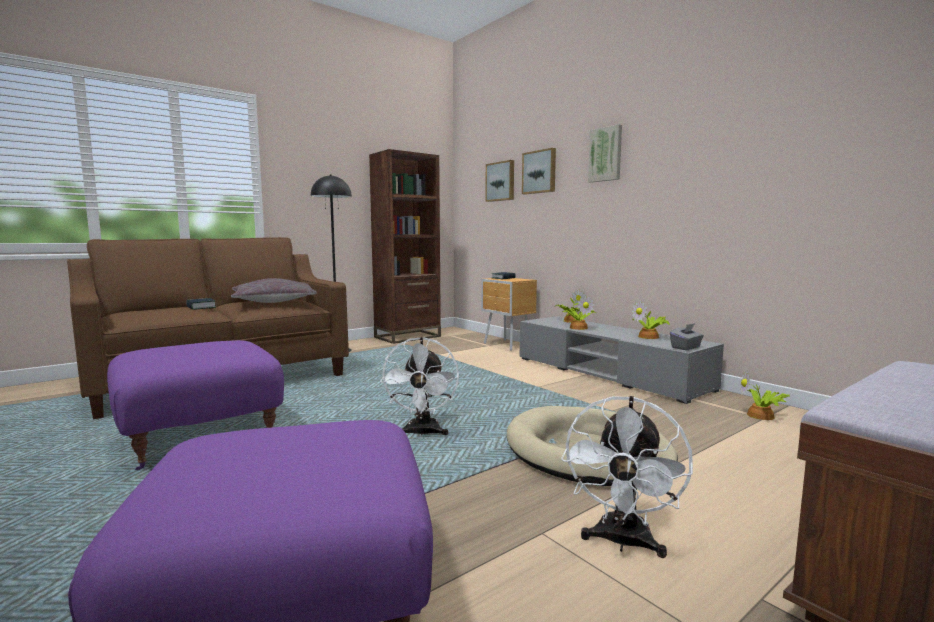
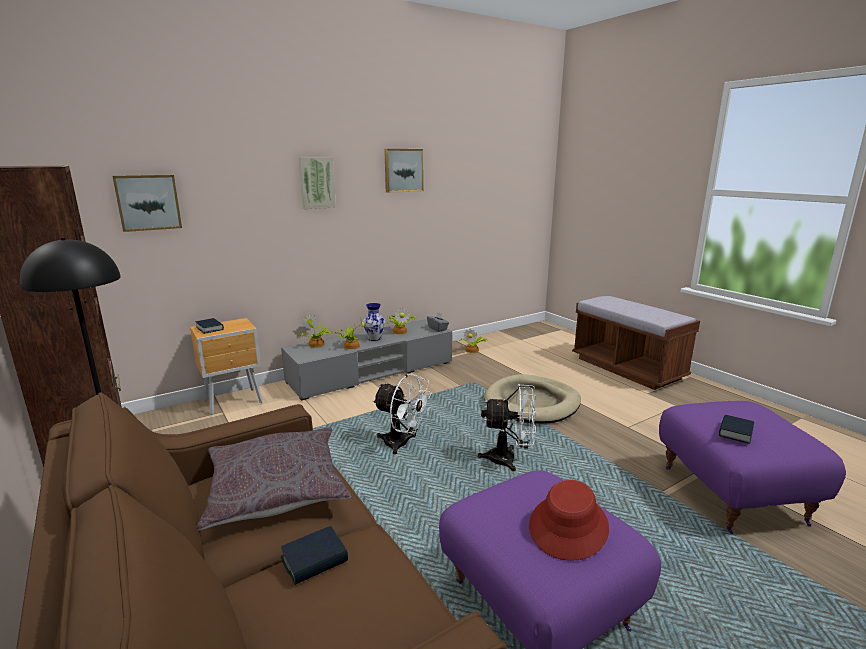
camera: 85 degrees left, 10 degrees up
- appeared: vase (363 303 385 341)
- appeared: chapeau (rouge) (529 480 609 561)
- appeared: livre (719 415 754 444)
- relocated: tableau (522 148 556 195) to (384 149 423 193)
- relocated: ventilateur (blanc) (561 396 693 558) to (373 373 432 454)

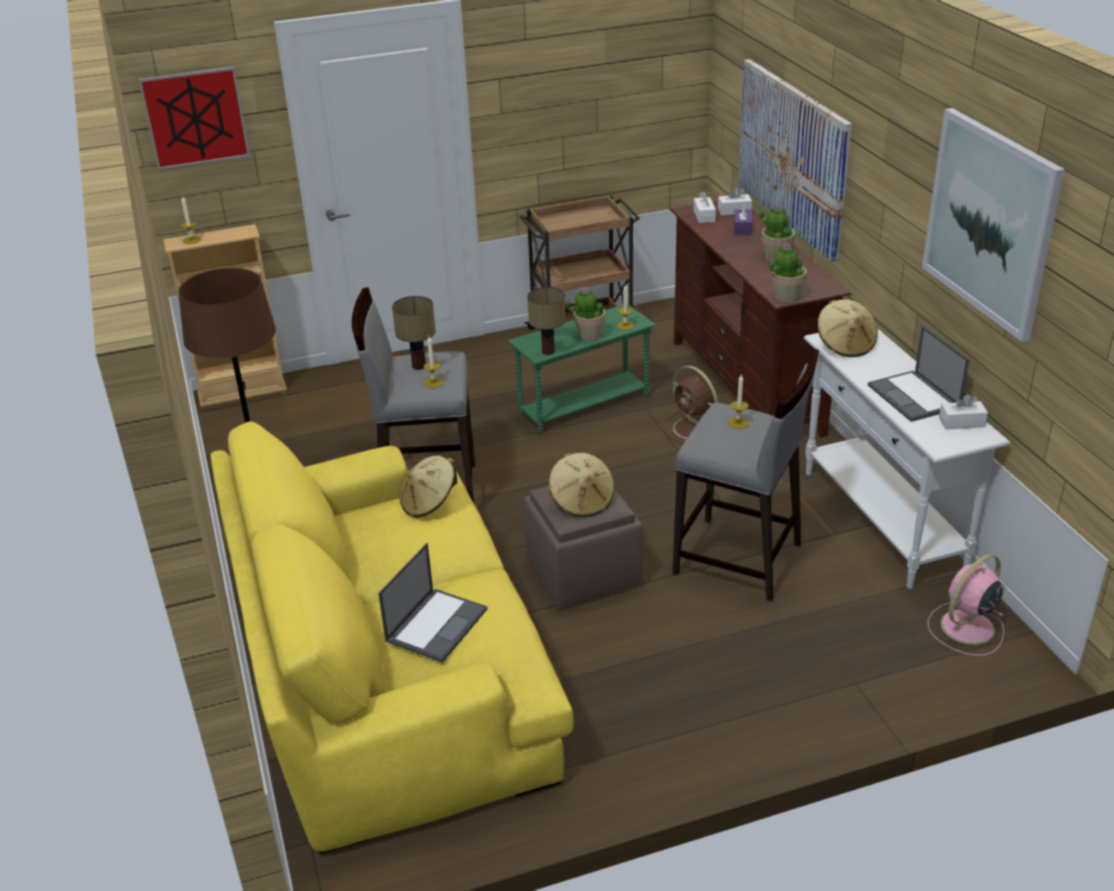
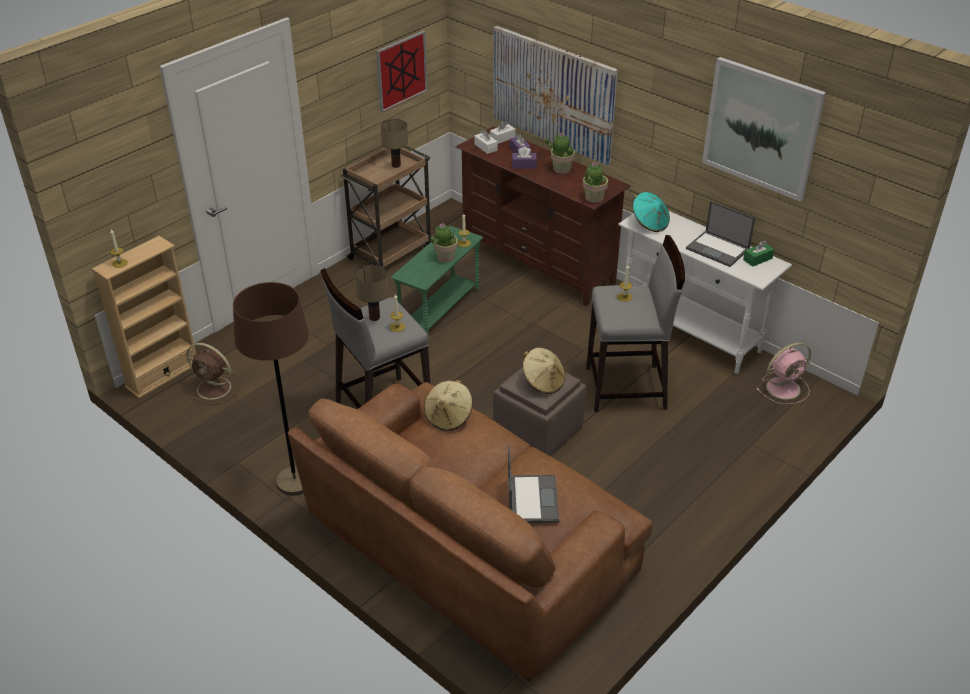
camera: 30 degrees left, 5 degrees up
- appeared: boîte à mouchoirs (violet) (512 146 537 169)
- relocated: tableau (139 66 250 170) to (376 31 428 112)
- relocated: lampe de table (527 287 565 355) to (381 119 408 168)
- relocated: ventilateur (marron) (664 366 718 444) to (187 343 241 405)
- colour: canapé (jaune) (210 421 574 854) to canapé (marron) (288 382 652 681)
- colour: chapeau (beige) (818 299 878 357) to chapeau (turquoise) (632 192 670 232)
- colour: boîte à mouchoirs (blanc) (939 394 988 430) to boîte à mouchoirs (vert) (743 241 774 267)
- spun: ventilateur (rose) (928 554 1004 656) = (756 343 811 404) 135 degrees counterclockwise

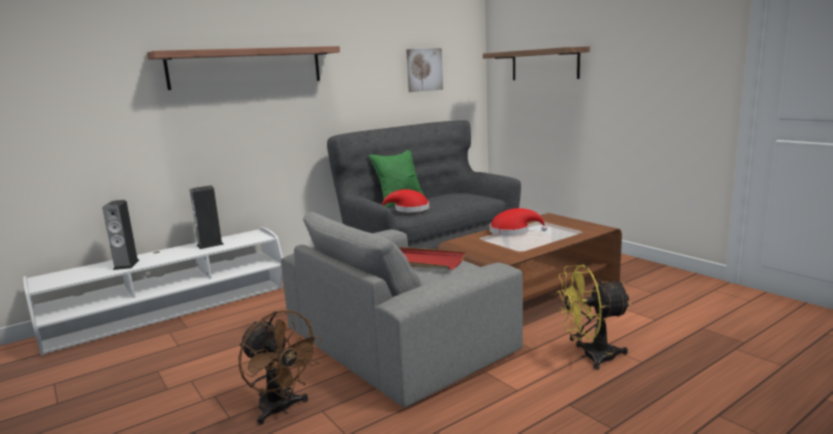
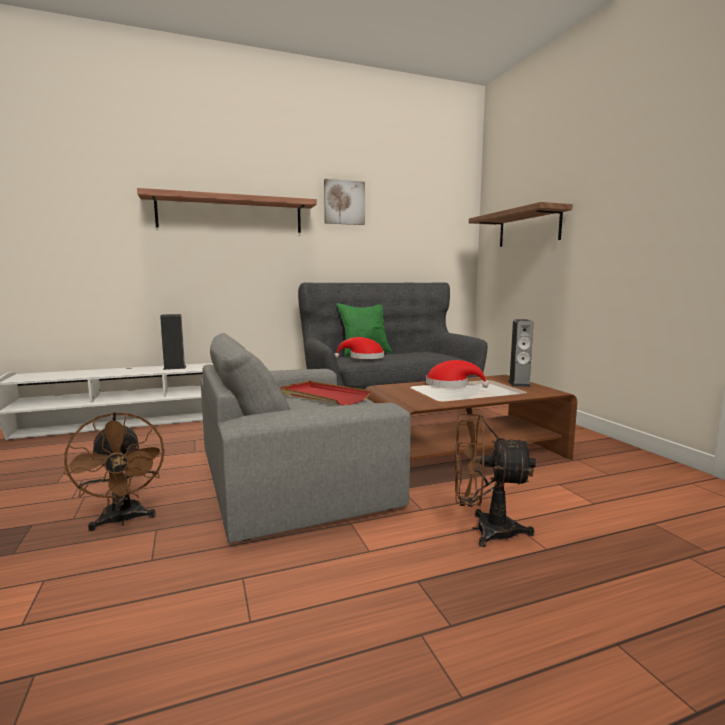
camera: 15 degrees right, 5 degrees down
- relocated: enceinte (103 200 139 270) to (508 319 533 387)
- relocated: tableau (406 48 443 92) to (324 179 365 225)
- colour: ventilateur (jaune) (557 265 631 370) to ventilateur (marron) (455 414 536 547)

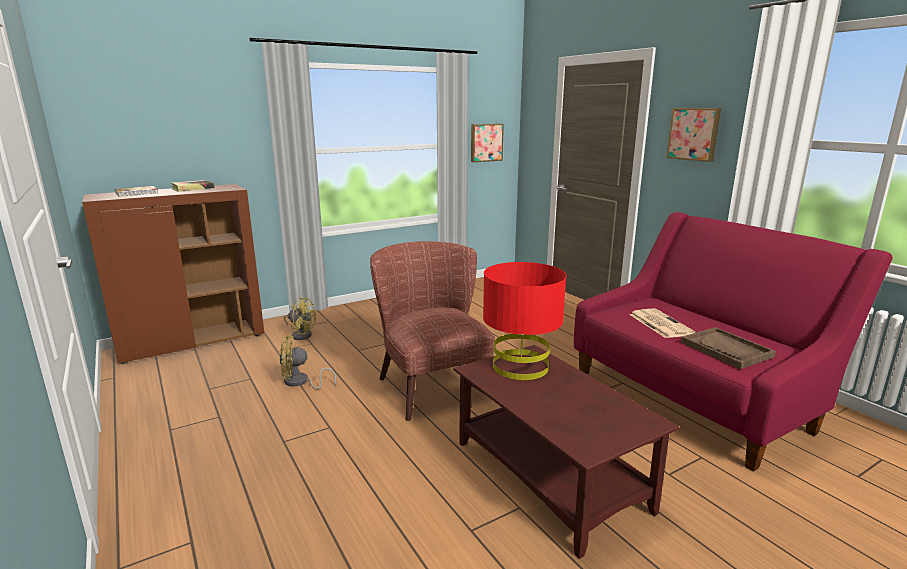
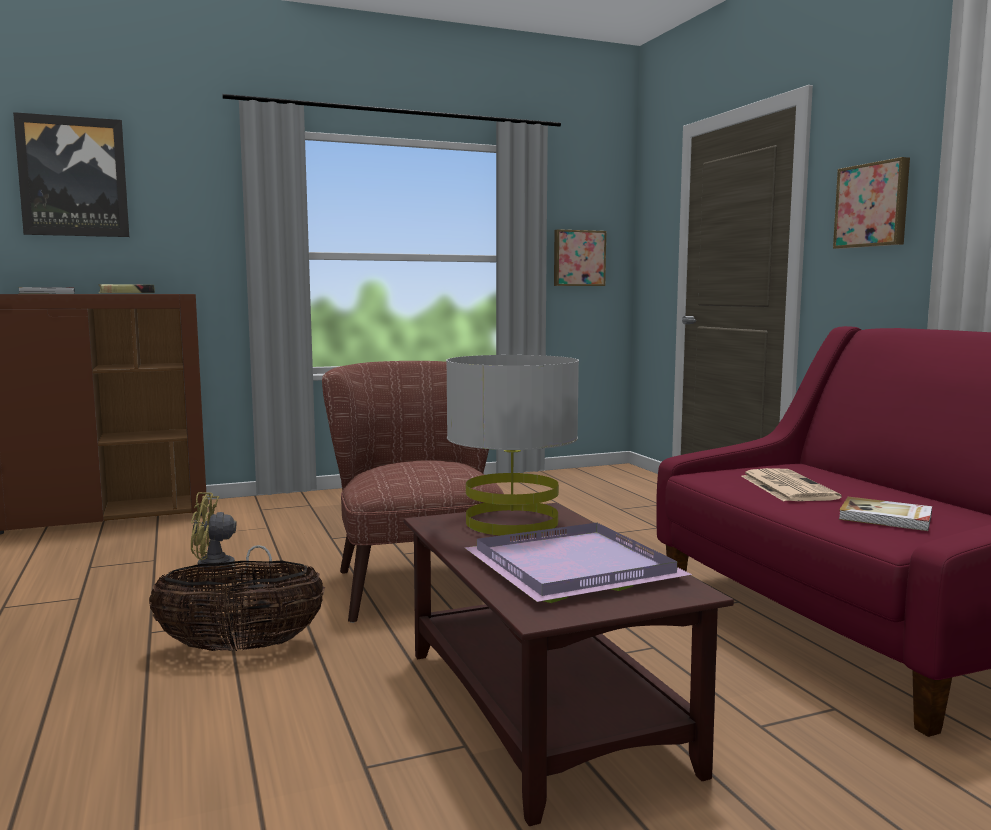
camera: 10 degrees right, 10 degrees down
- missing: ventilateur (jaune) (284 297 316 340)
- appeared: tableau (13 112 129 237)
- appeared: panier (149 560 325 651)
- appeared: plateau (violet) (465 523 692 603)
- exchanged: plateau (marron) (681 327 776 369) to livre (839 497 932 531)
- colour: lampe de table (rouge) (483 262 566 380) to lampe de table (gris) (446 355 579 536)

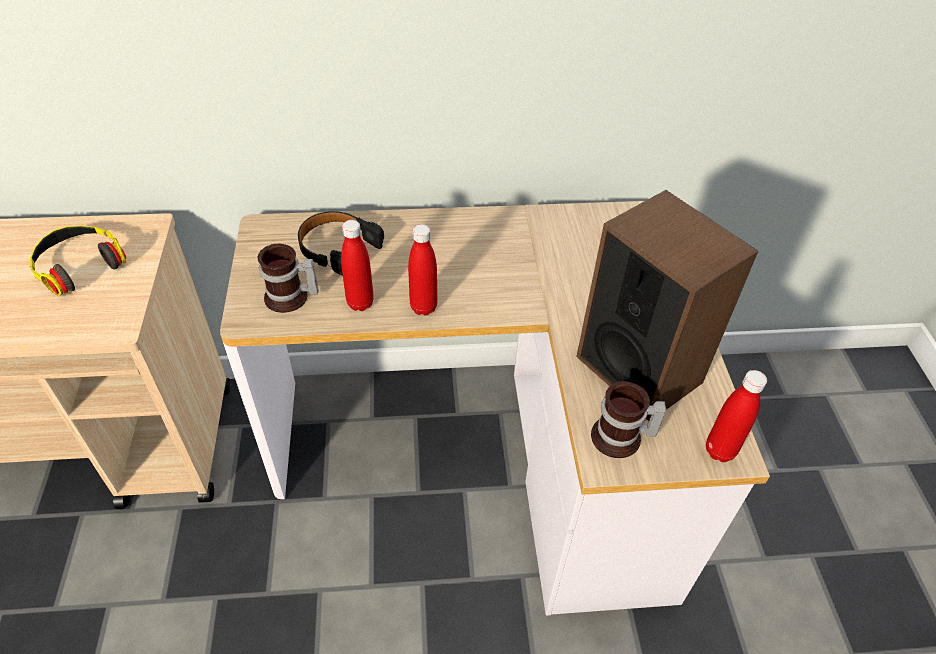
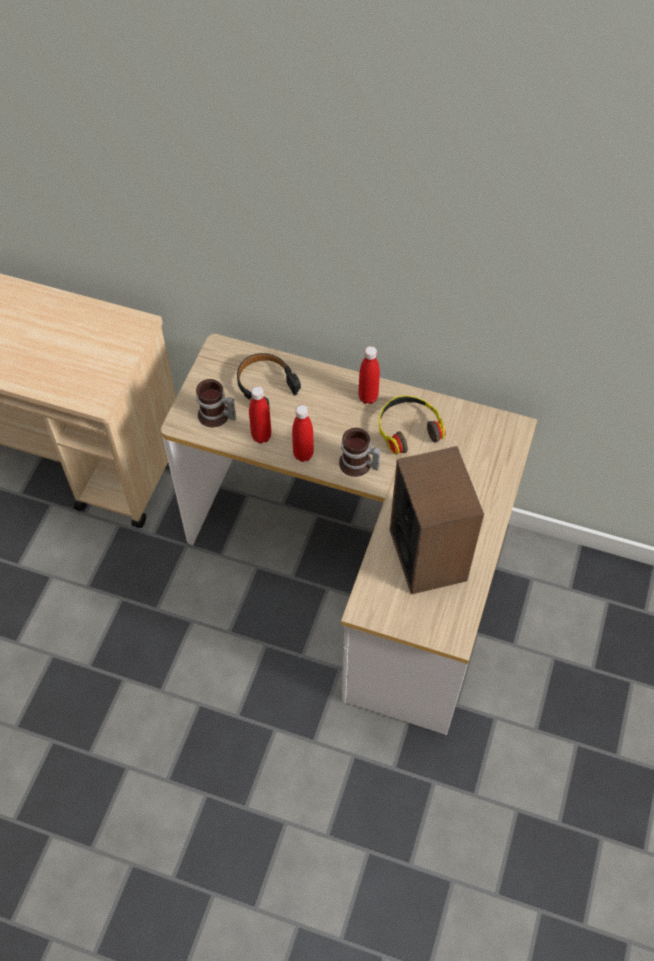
camera: 25 degrees right, 10 degrees up
- relocated: casque audio (30 225 126 296) to (379 395 446 455)
- relocated: mug (591 381 666 458) to (339 428 381 477)
- relocated: bouteille (rouge) (706 370 767 462) to (358 346 380 404)

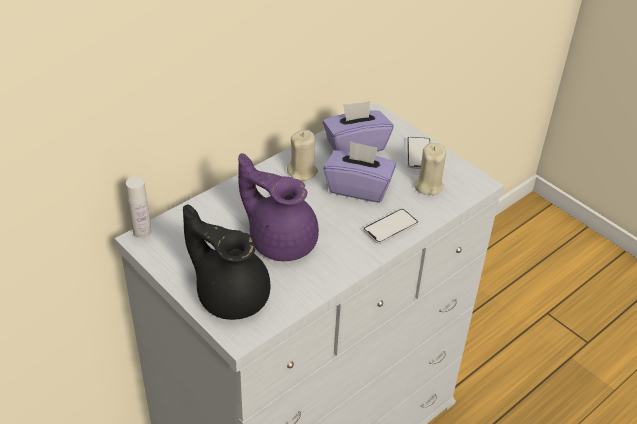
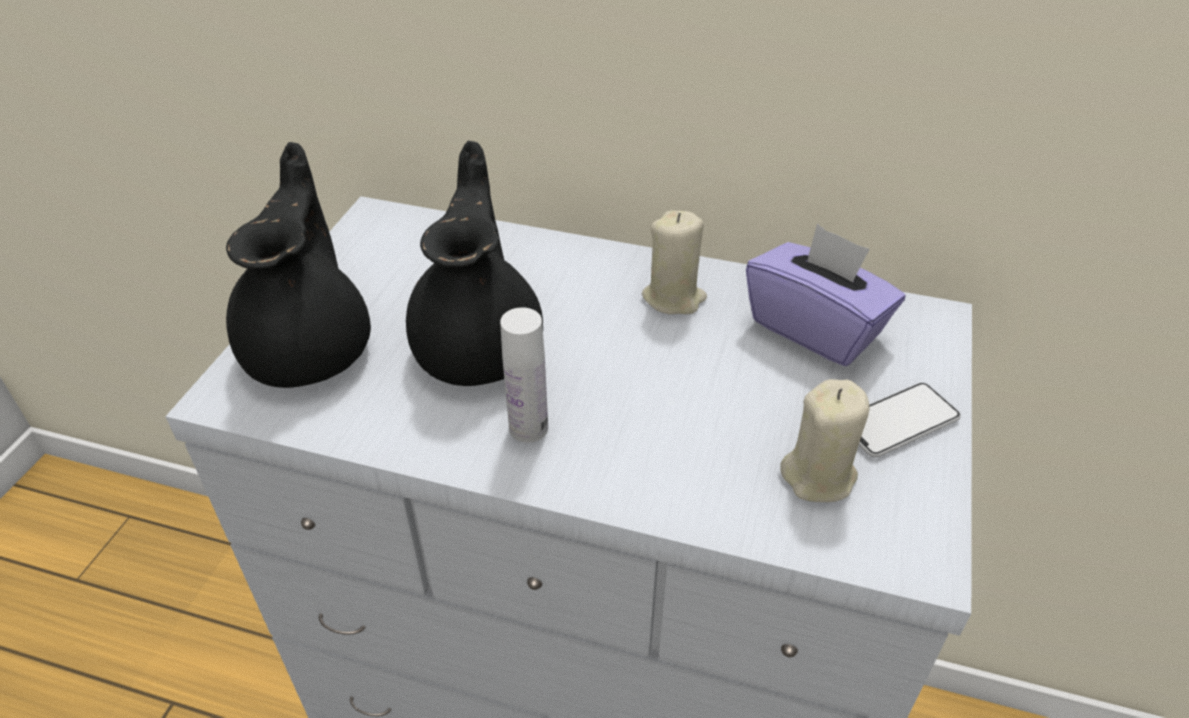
camera: 60 degrees right, 0 degrees up
- missing: boîte à mouchoirs (violet) (324 141 396 203)
- missing: téléphone (363 209 418 244)
- relocated: bouteille (blanc) (126 177 151 238) to (500 307 548 443)
- colour: théière (violet) (238 153 319 261) to théière (noir) (406 141 543 386)

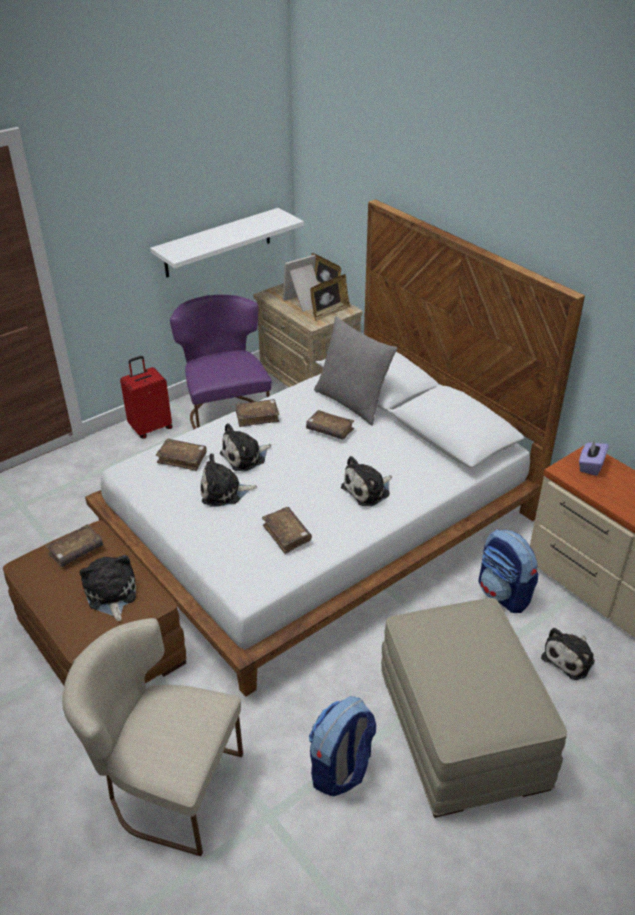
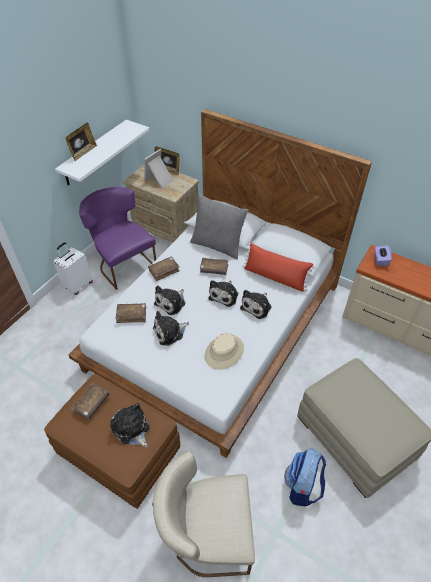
camera: 20 degrees left, 10 degrees up
- missing: sac à dos (478 529 538 613)
- appeared: coussin (rouge) (243 243 315 292)
- relocated: cadre photo (310 274 350 321) to (65 123 97 161)
- relocated: peluche (541 628 595 680) to (209 280 238 307)
- exchanged: livre (marron) (262 507 312 554) to chapeau (beige) (205 333 244 370)
- colour: valise (rouge) (120 356 172 439) to valise (blanc) (54 242 93 295)

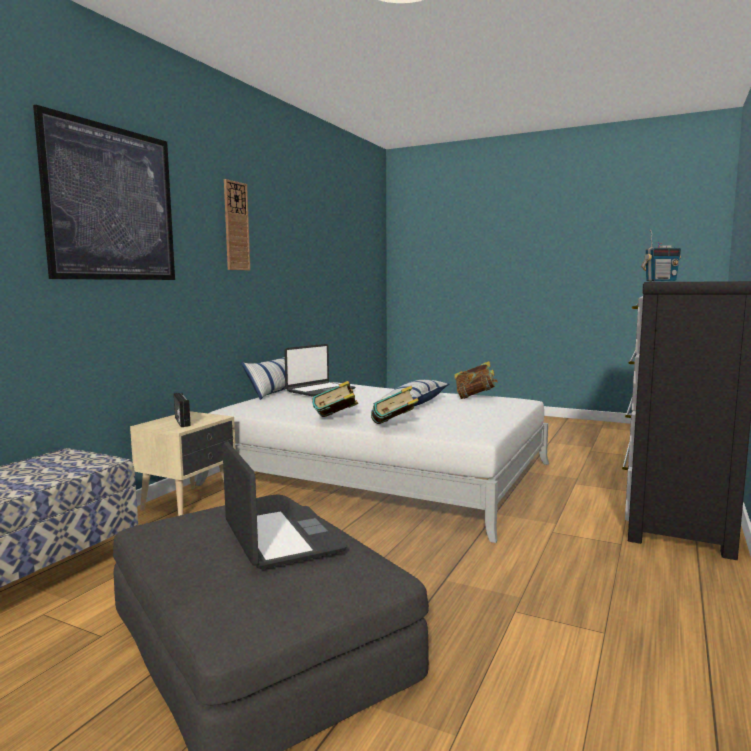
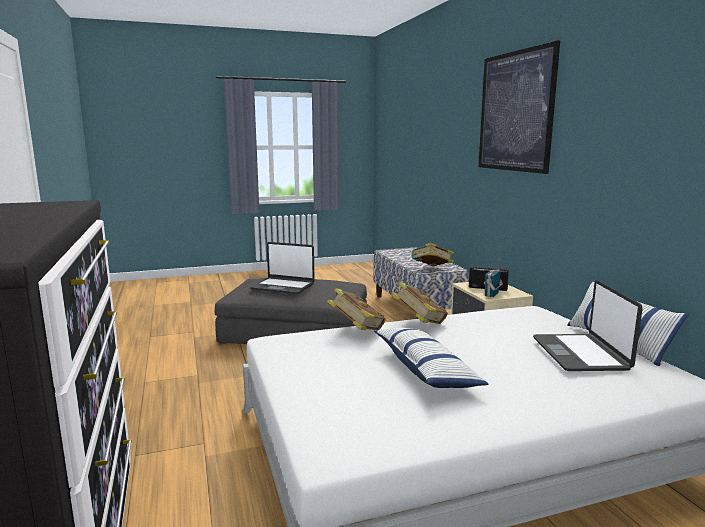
camera: 135 degrees right, 5 degrees up
- missing: horloge murale (224 179 250 270)
- relocated: livre (454 361 498 399) to (411 243 454 266)
- relocated: radio (641 230 681 282) to (484 258 503 297)

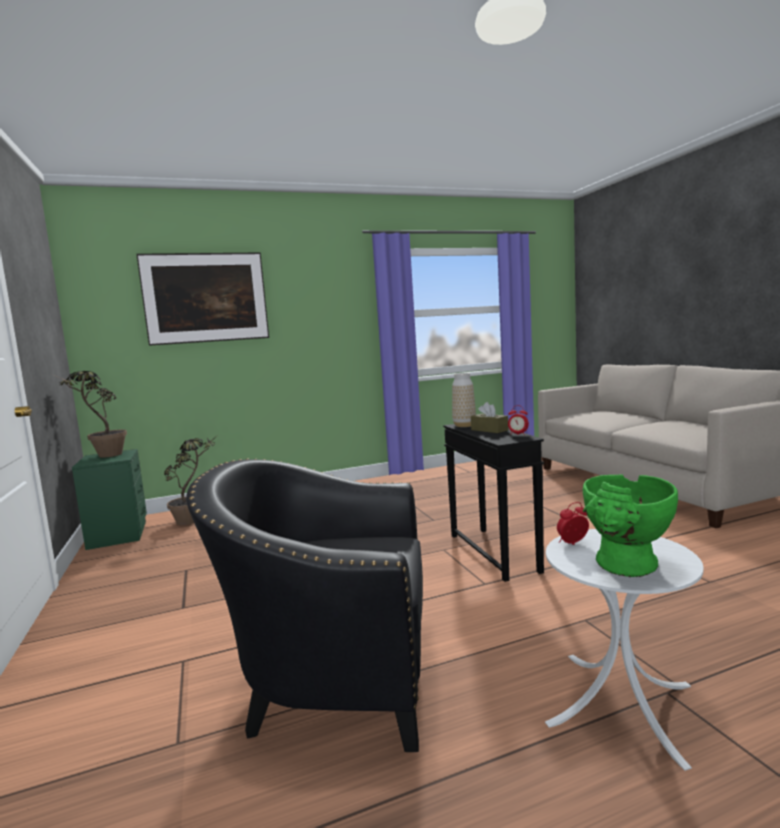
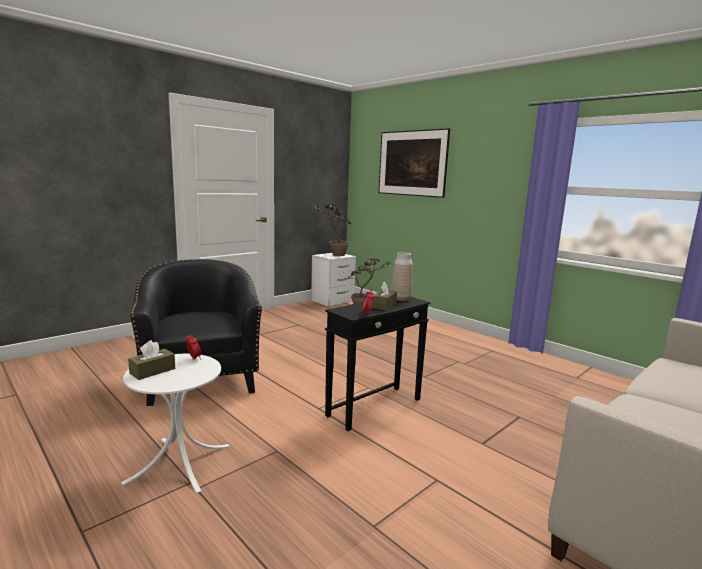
camera: 65 degrees right, 5 degrees up
- exchanged: vase (vert) (583 475 678 577) to boîte à mouchoirs (marron) (128 340 175 380)
- colour: table de chevet (vert) (72 449 147 550) to table de chevet (blanc) (311 253 356 307)

